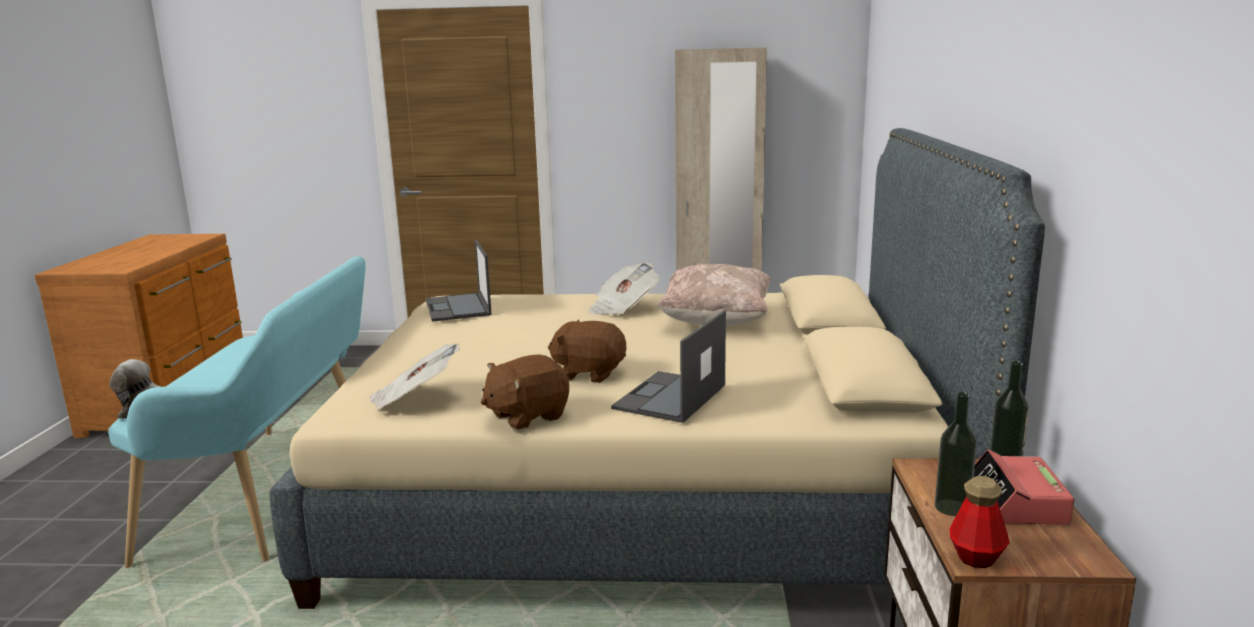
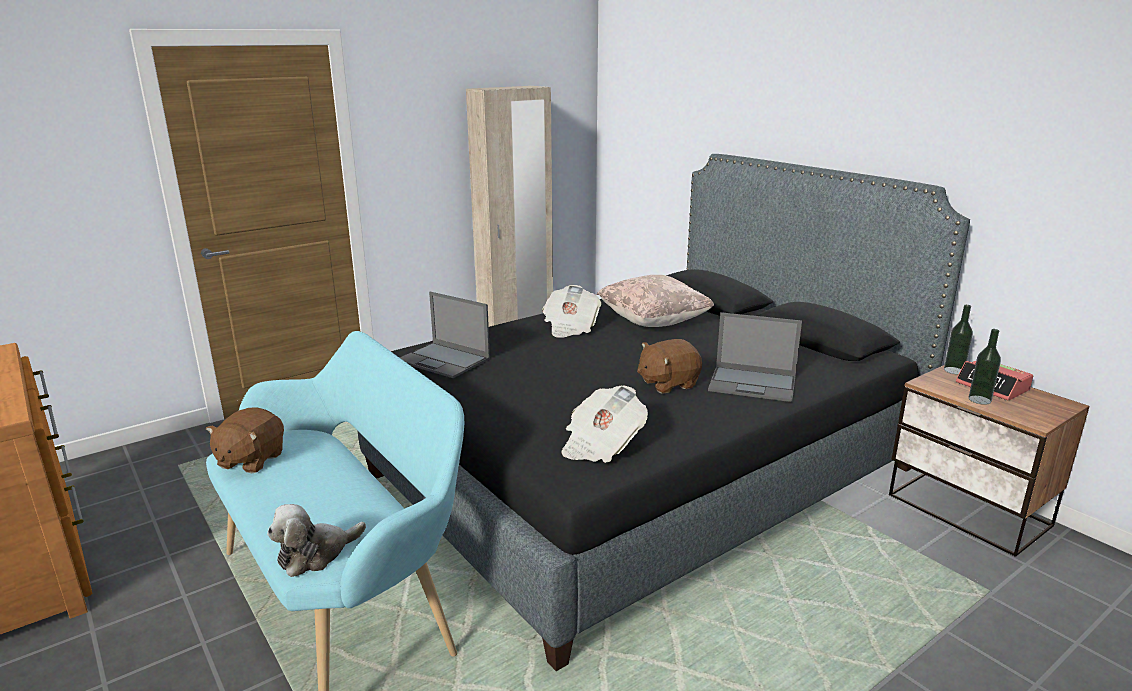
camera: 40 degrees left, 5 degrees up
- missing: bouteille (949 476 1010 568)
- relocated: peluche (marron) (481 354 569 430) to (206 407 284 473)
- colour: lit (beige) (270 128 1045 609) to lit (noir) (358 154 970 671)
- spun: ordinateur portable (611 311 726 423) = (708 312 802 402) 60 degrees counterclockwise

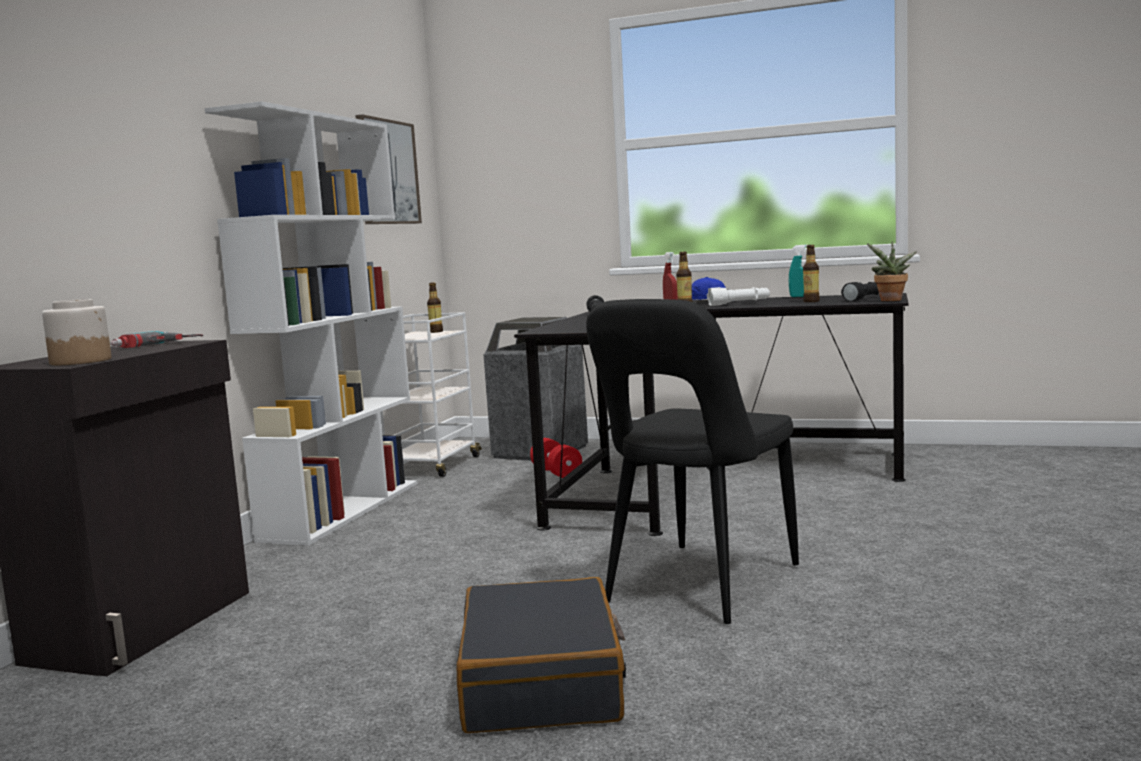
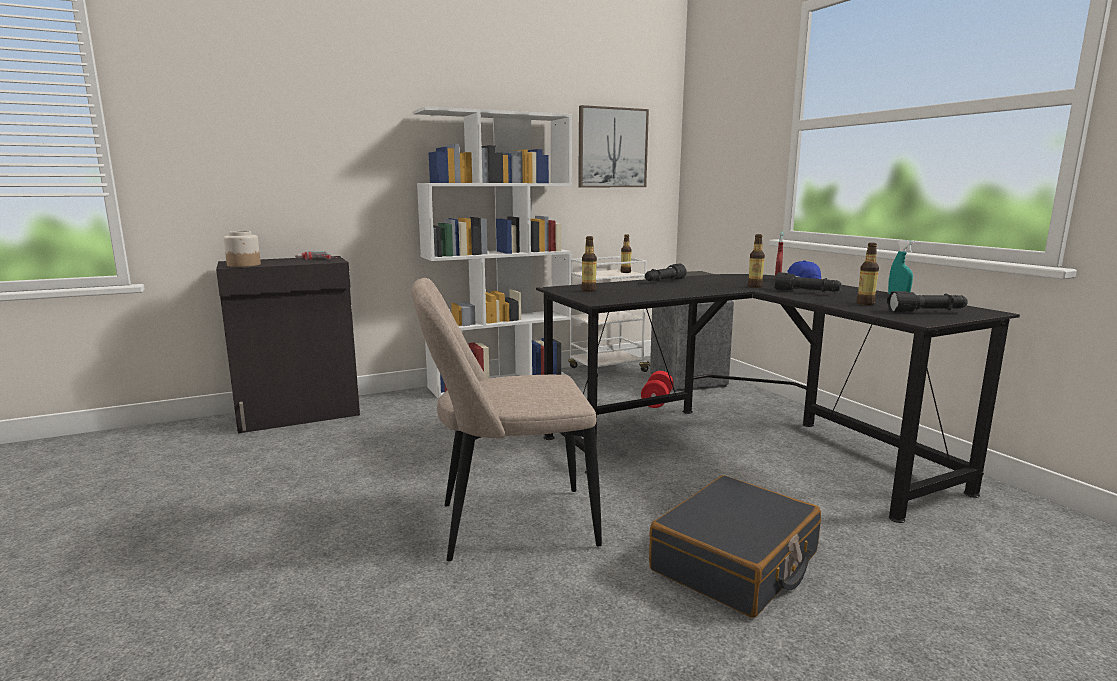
camera: 45 degrees right, 5 degrees up
- missing: plante en pot (867 242 917 301)
- appeared: bouteille (581 236 597 292)
- relocated: valise (noir) (457 577 626 733) to (649 475 821 618)
- colour: chaise (noir) (586 299 799 624) to chaise (beige) (412 278 602 561)
- colour: lampe de poche (blanc) (707 287 770 306) to lampe de poche (noir) (774 272 841 292)

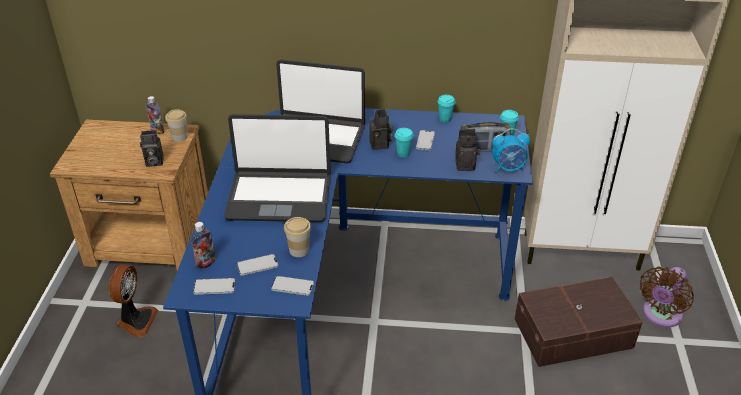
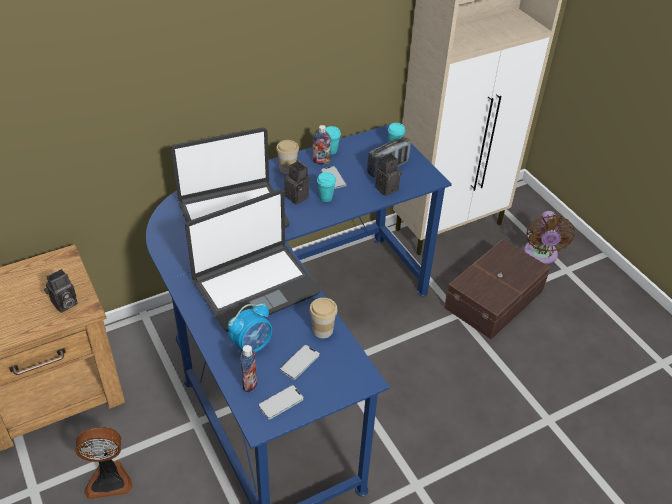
camera: 35 degrees left, 5 degrees up
- missing: téléphone (271 276 314 296)
- relocated: bouteille (146 96 164 134) to (312 125 331 165)
- relocated: tasse (165 109 188 142) to (276 140 299 174)
- relocated: réveil (492 128 530 173) to (228 303 272 352)
- spun: ventilateur (109 264 158 337) = (75 427 133 499) 105 degrees clockwise

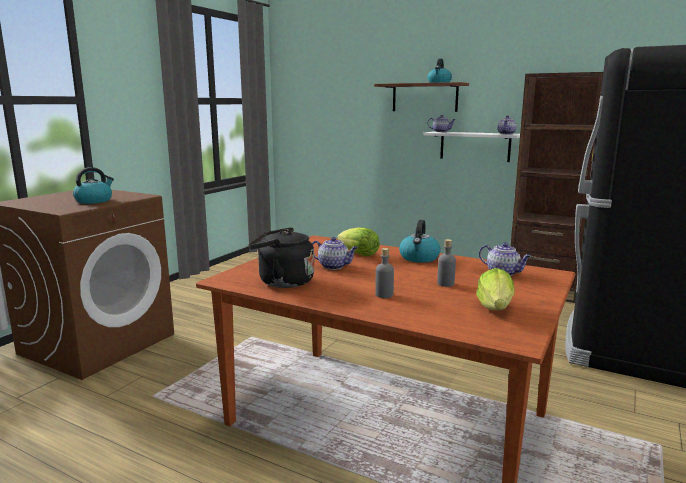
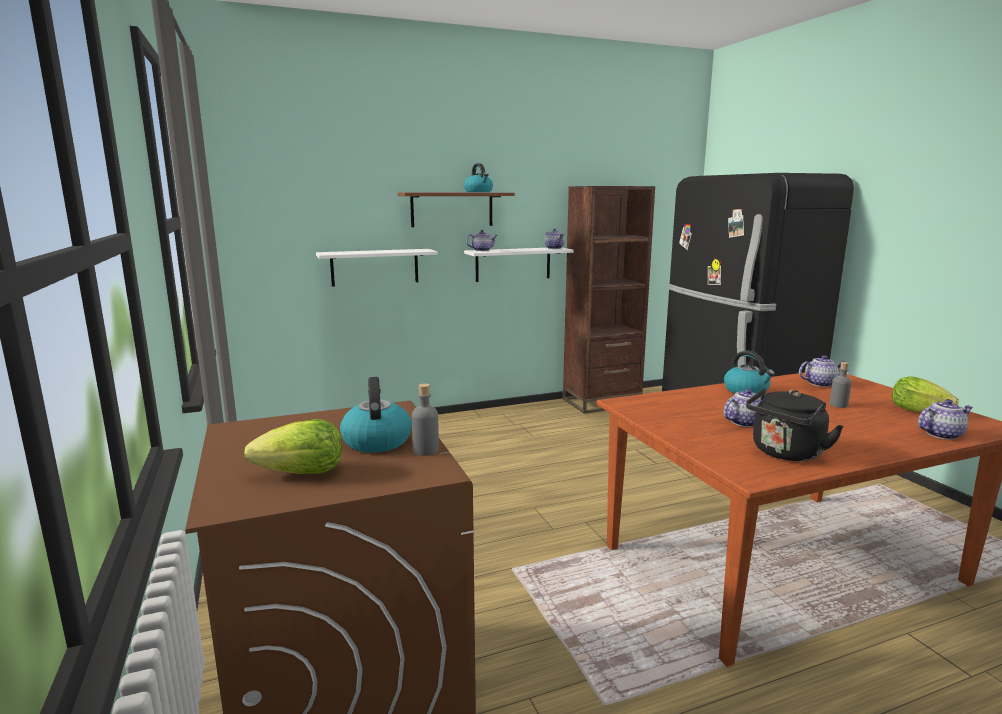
camera: 50 degrees left, 0 degrees up
- appeared: étagère (blanc) (316 249 437 287)
- appeared: théière (918 399 973 440)
- relocated: laitue (337 227 379 256) to (244 419 342 474)
- relocated: bouteille (gris) (375 248 394 298) to (412 383 439 456)

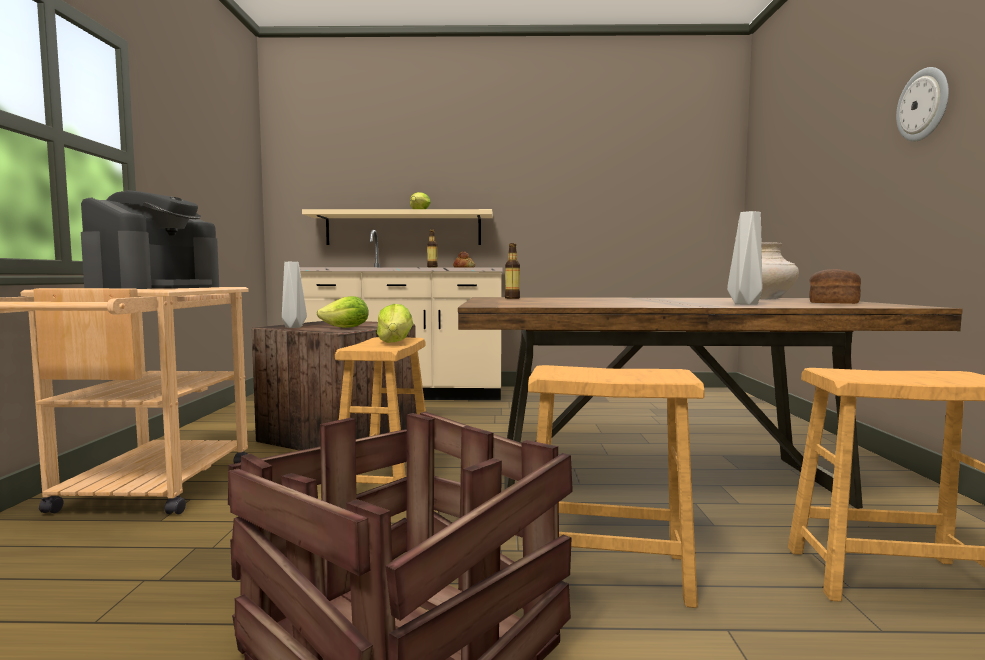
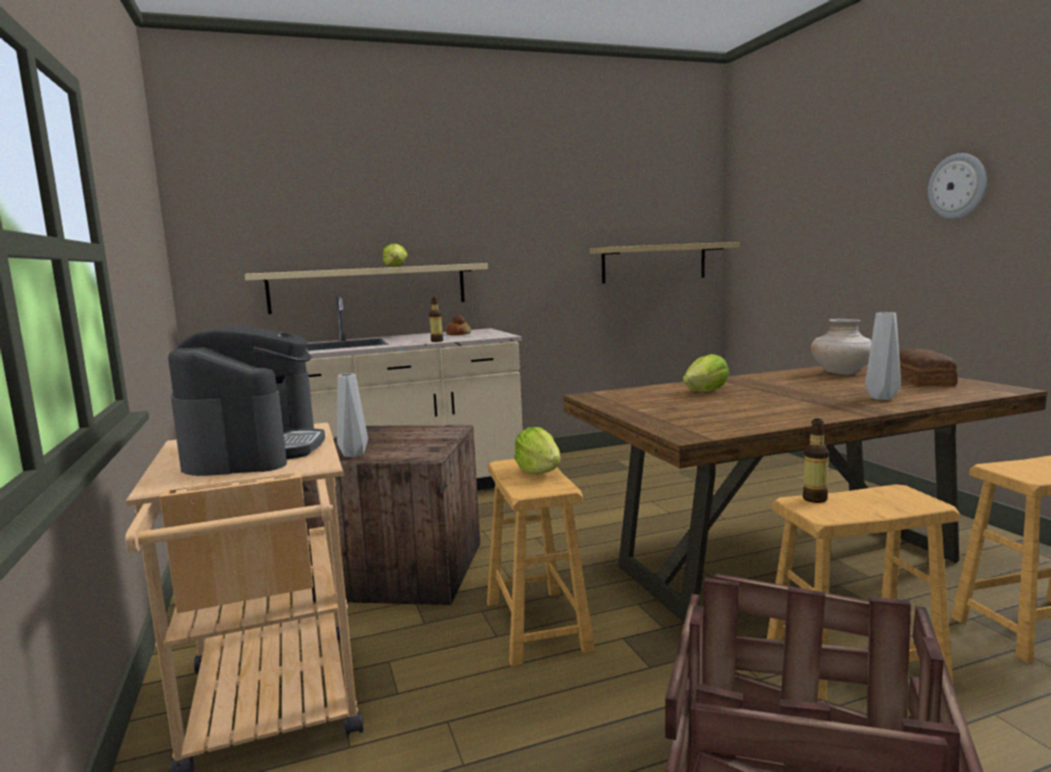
camera: 20 degrees left, 5 degrees up
- appeared: étagère (590 242 740 283)
- relocated: laitue (317 296 369 328) to (683 354 729 392)
- relocated: bouteille (505 243 520 299) to (803 419 829 503)

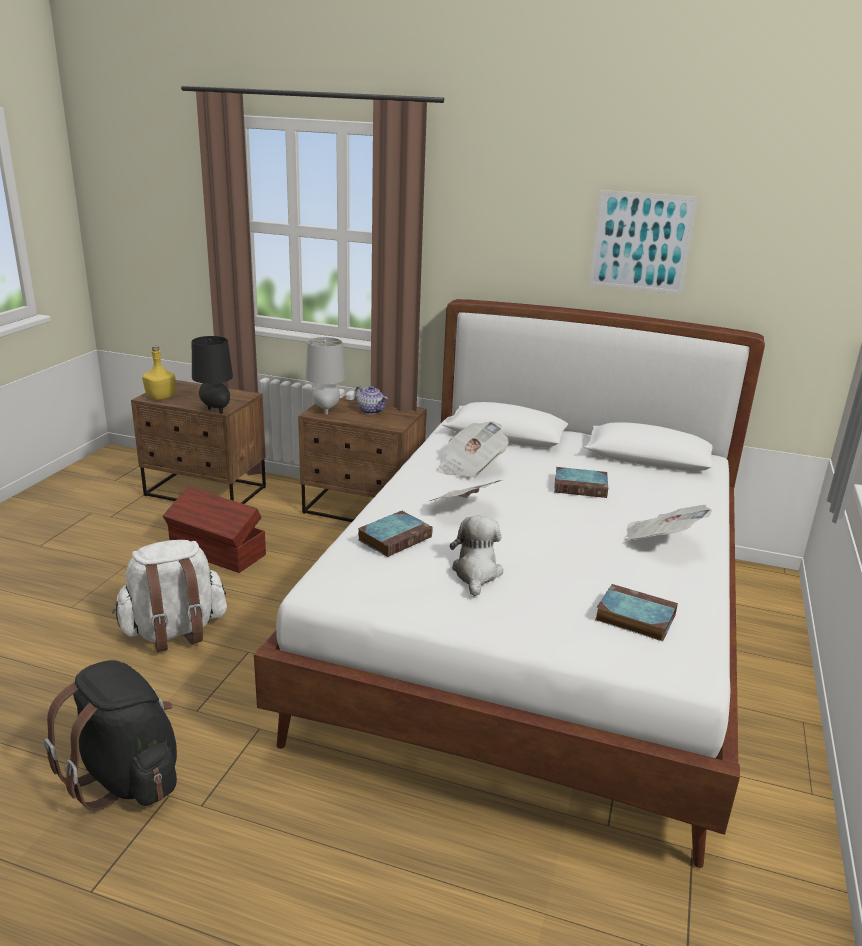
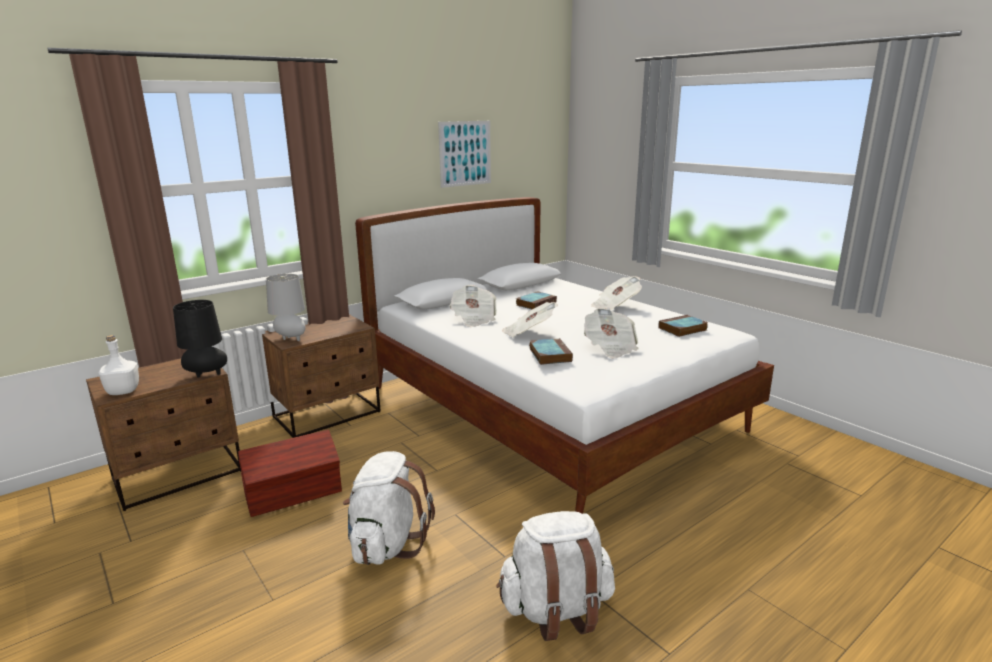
camera: 55 degrees left, 5 degrees down
- missing: théière (354 386 388 414)
- exchanged: peluche (450 516 503 597) to journal (584 308 638 359)
- colour: sac à dos (noir) (44 660 177 811) to sac à dos (blanc) (496 511 615 641)
- colour: bouteille (jaune) (142 346 175 400) to bouteille (blanc) (98 335 139 395)

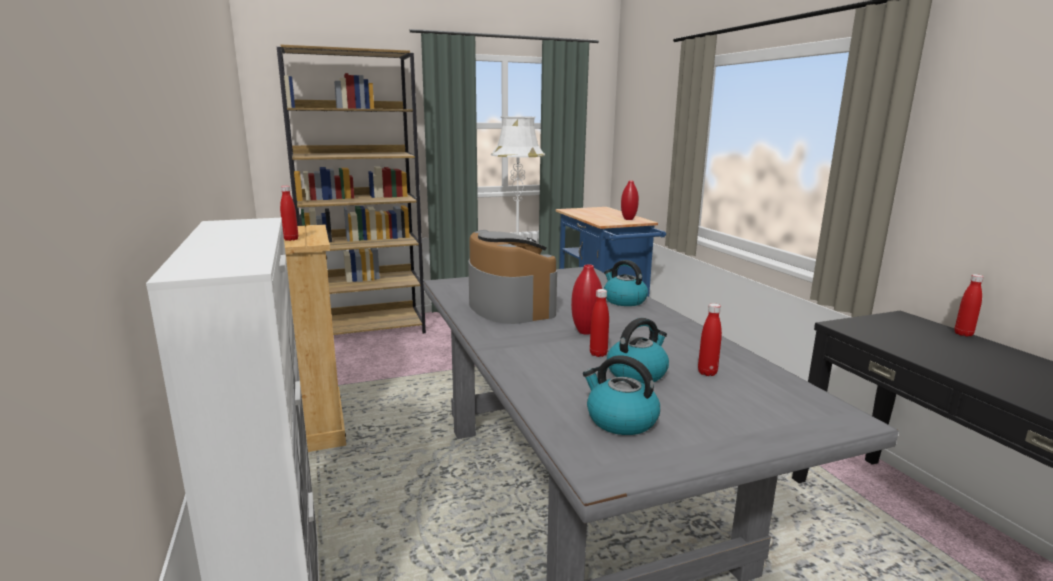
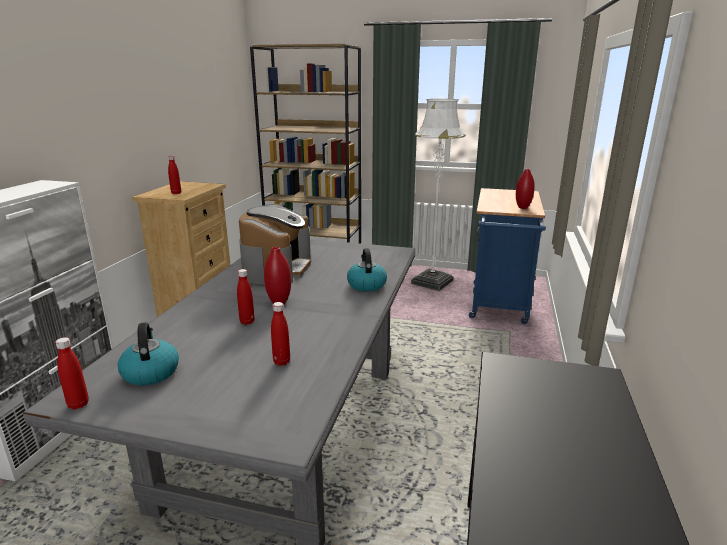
camera: 35 degrees right, 5 degrees up
- missing: bouilloire (607 318 669 384)
- relocated: bouteille (rouge) (955 274 984 337) to (55 337 89 410)

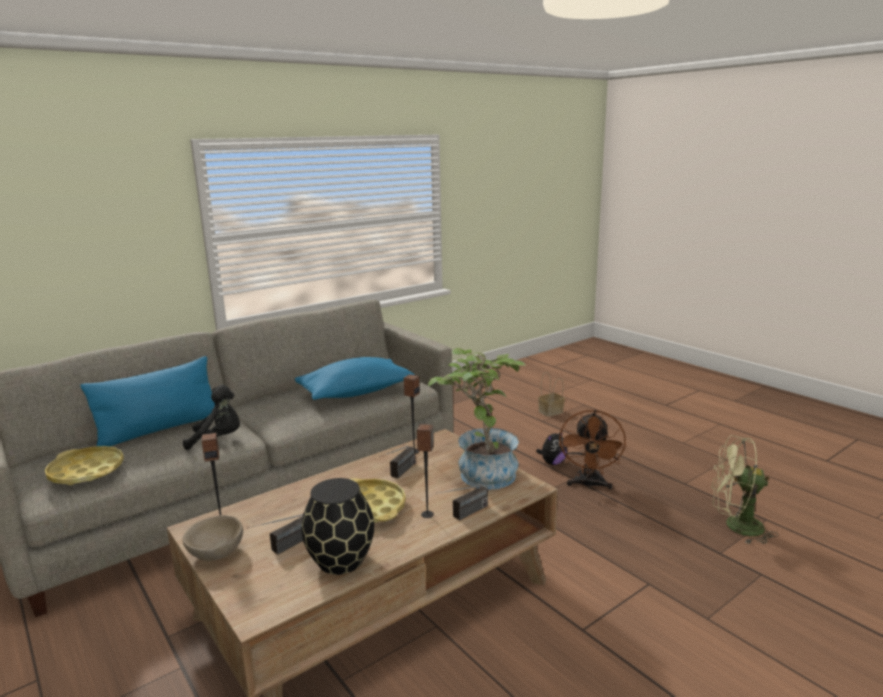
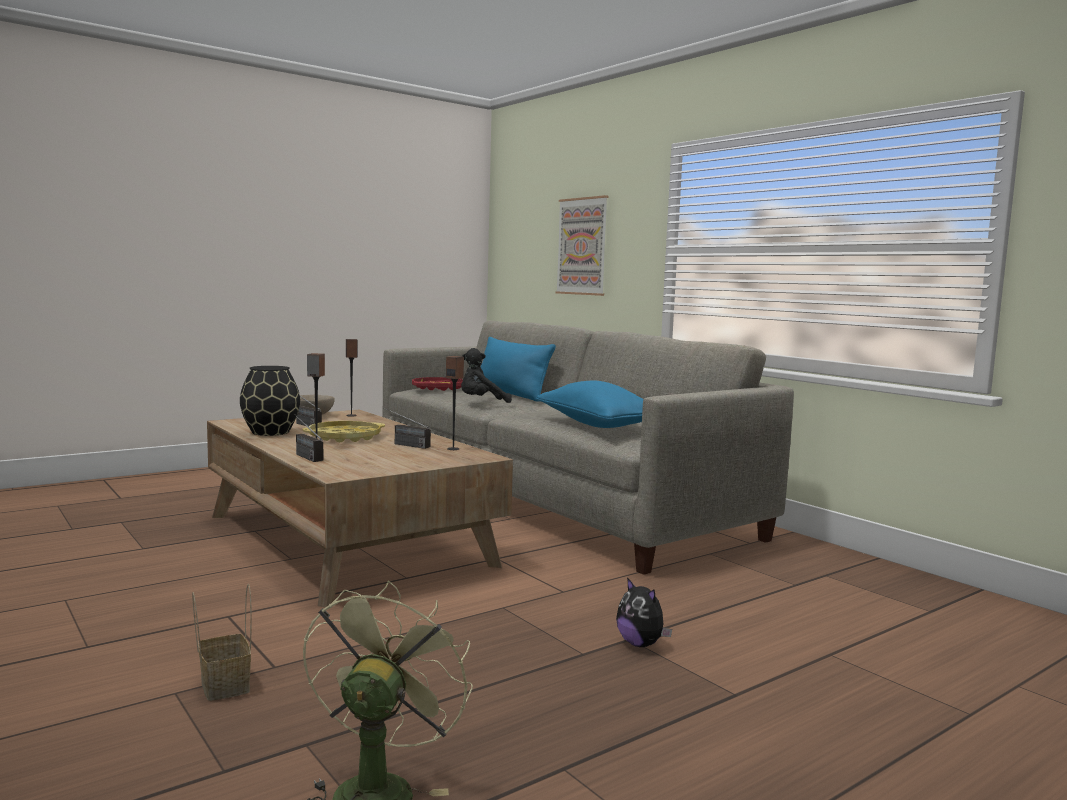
camera: 90 degrees right, 10 degrees down
- missing: plante en pot (428 348 526 490)
- missing: ventilateur (marron) (559 410 626 490)
- appeared: tableau (555 195 608 296)
- relocated: panier (538 372 565 417) to (192 584 252 701)
- colour: plateau (jaune) (45 446 124 485) to plateau (rouge) (412 377 463 391)
- spun: peluche (noir) (183 385 240 450) = (461 348 512 403) 75 degrees clockwise

